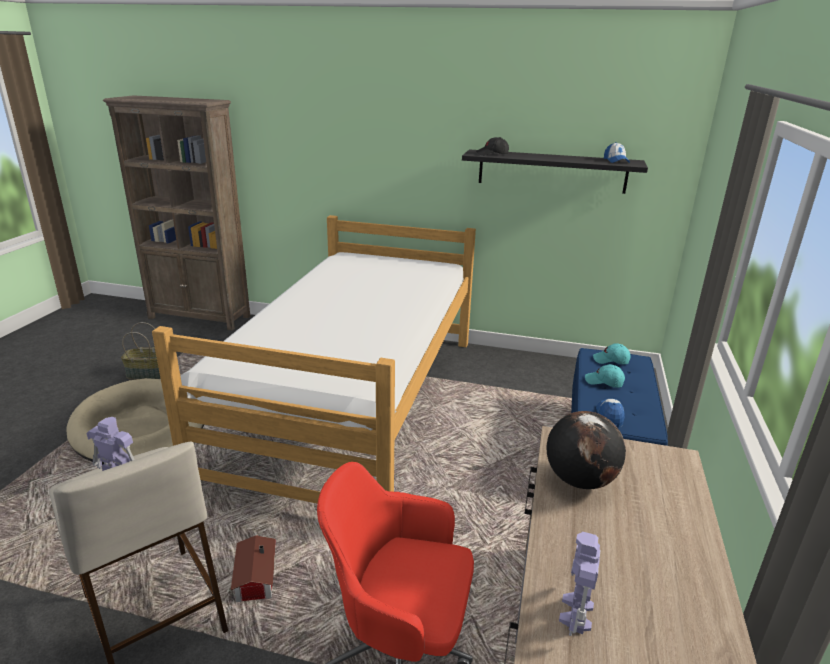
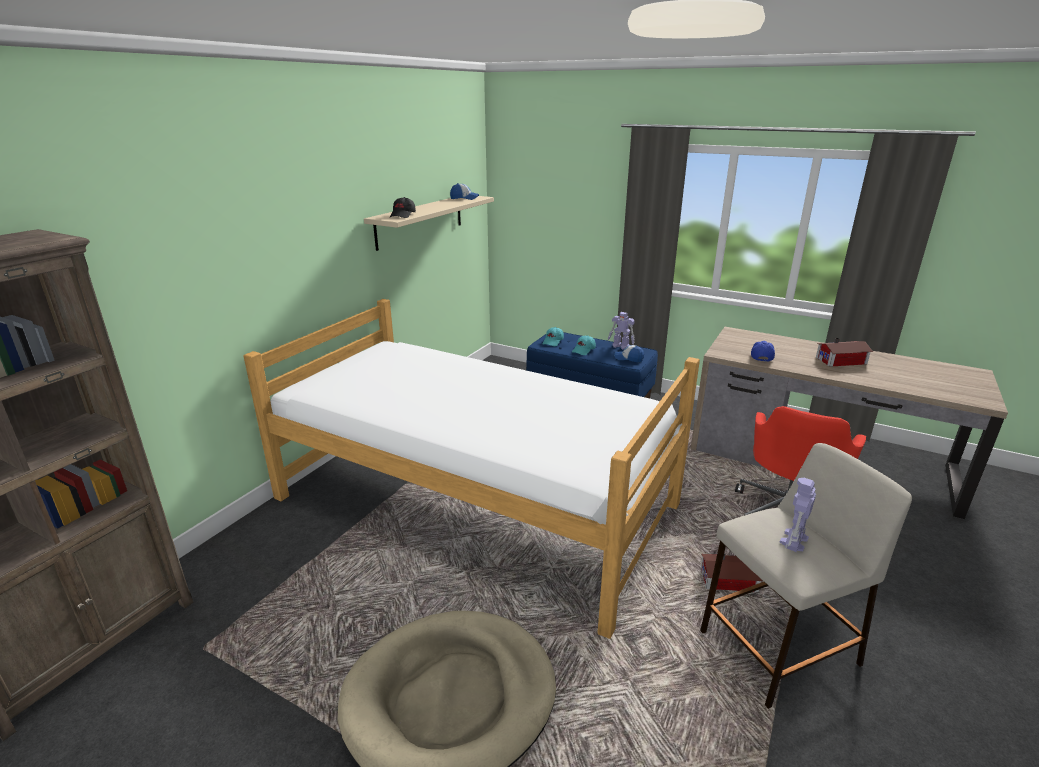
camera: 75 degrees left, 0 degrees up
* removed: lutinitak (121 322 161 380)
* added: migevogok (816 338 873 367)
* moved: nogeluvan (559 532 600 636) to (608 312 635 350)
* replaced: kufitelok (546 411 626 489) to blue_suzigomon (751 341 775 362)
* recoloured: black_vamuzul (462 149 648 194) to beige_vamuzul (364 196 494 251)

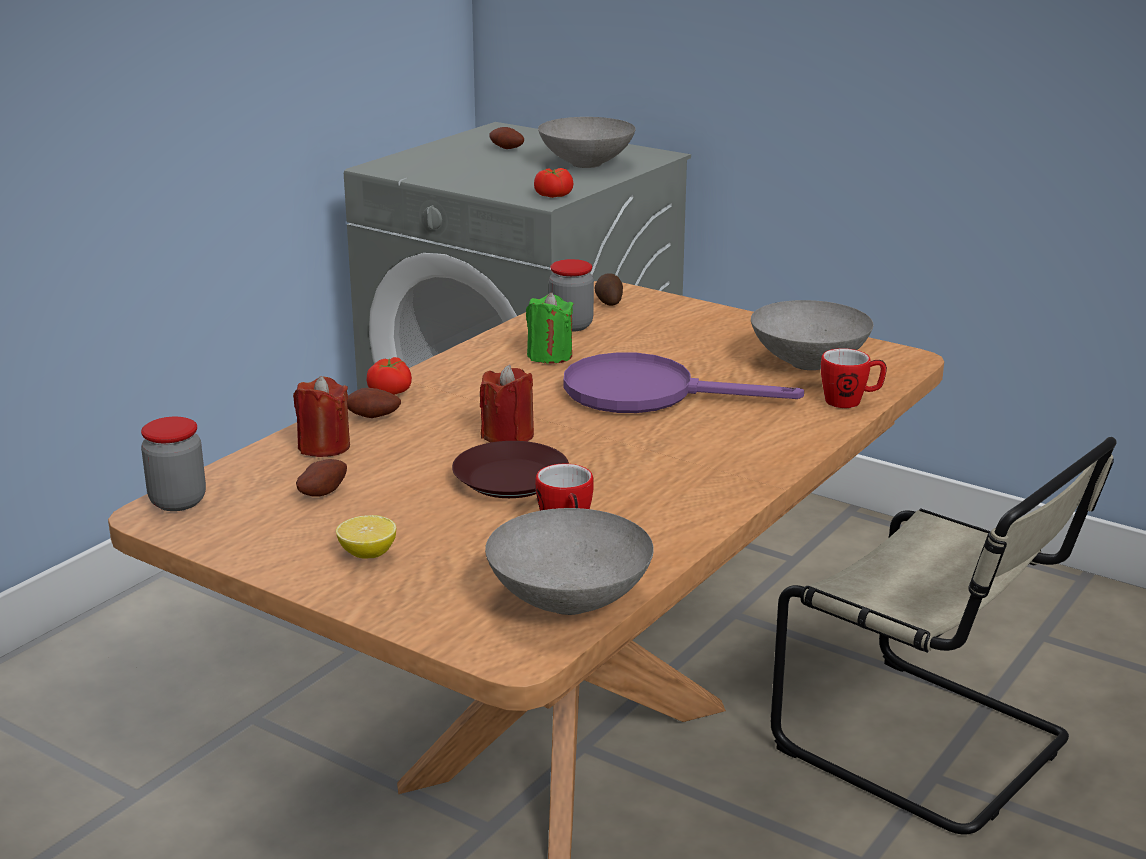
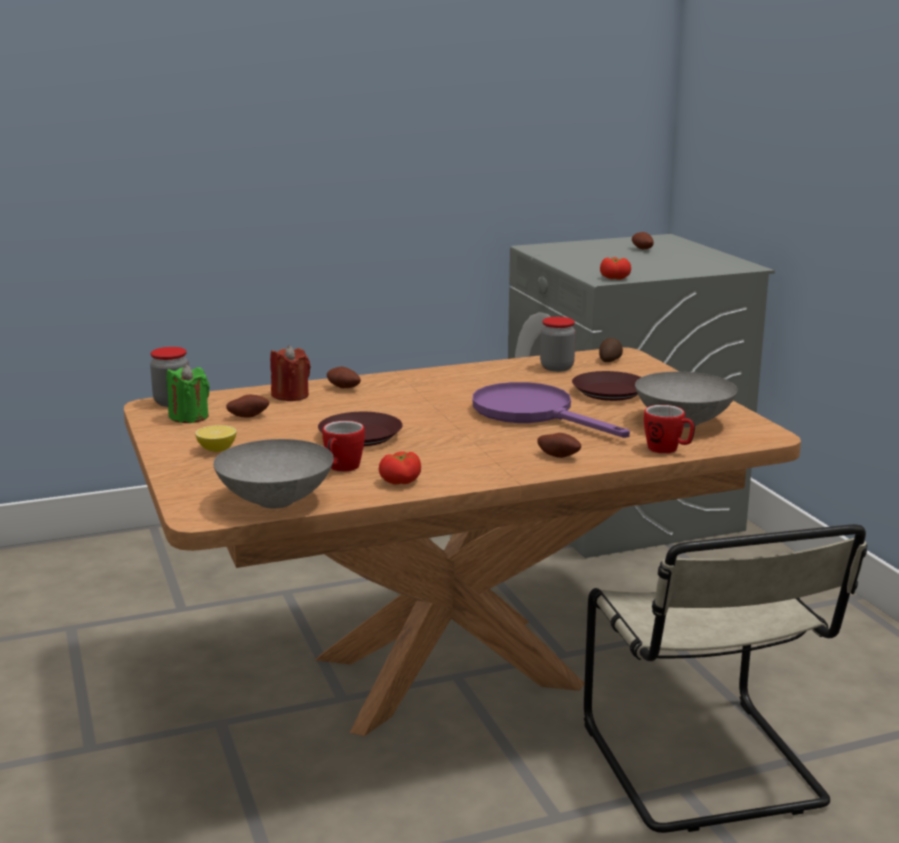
camera: 35 degrees right, 5 degrees down
* removed: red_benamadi (480 364 534 442)
* removed: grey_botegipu (538 117 636 168)
* added: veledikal (537 433 581 458)
* added: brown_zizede (572 371 641 401)
* moved: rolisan (367 357 412 395) to (379 451 421 485)
* moved: green_benamadi (526 293 574 364) to (167 364 210 423)

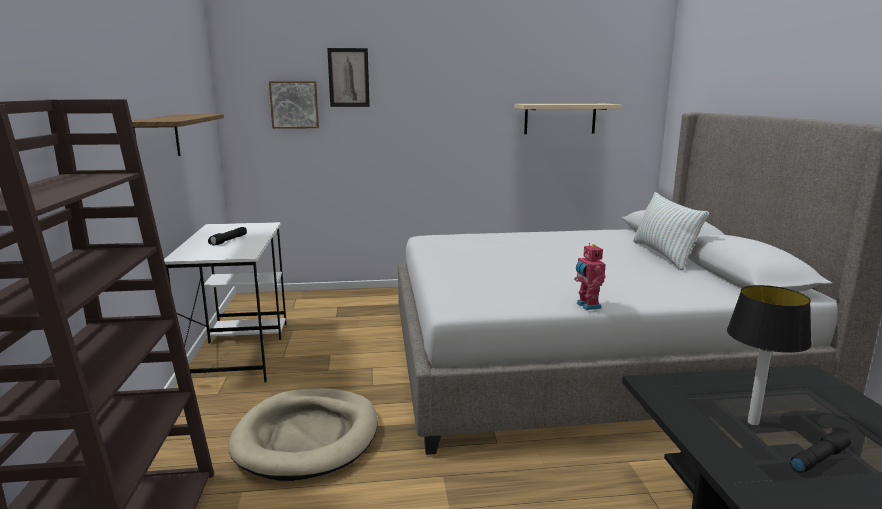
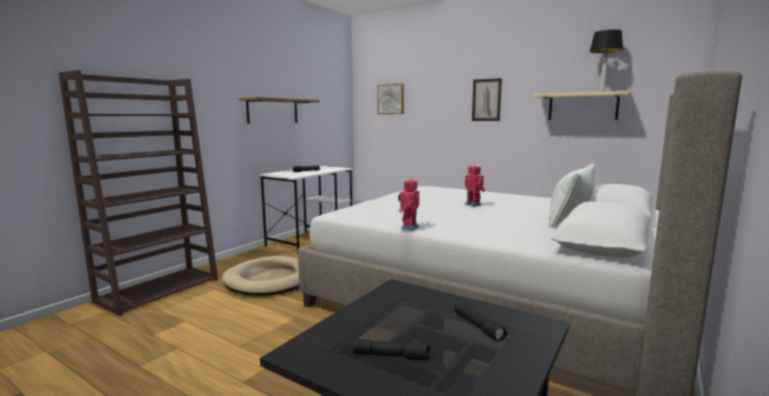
camera: 40 degrees right, 5 degrees down
* added: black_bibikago (454 302 507 341)
* added: nogeluvan (464 165 485 207)
* moved: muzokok (327 48 370 107) to (472 78 502 121)
* moved: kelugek (727 285 812 426) to (589 29 624 91)

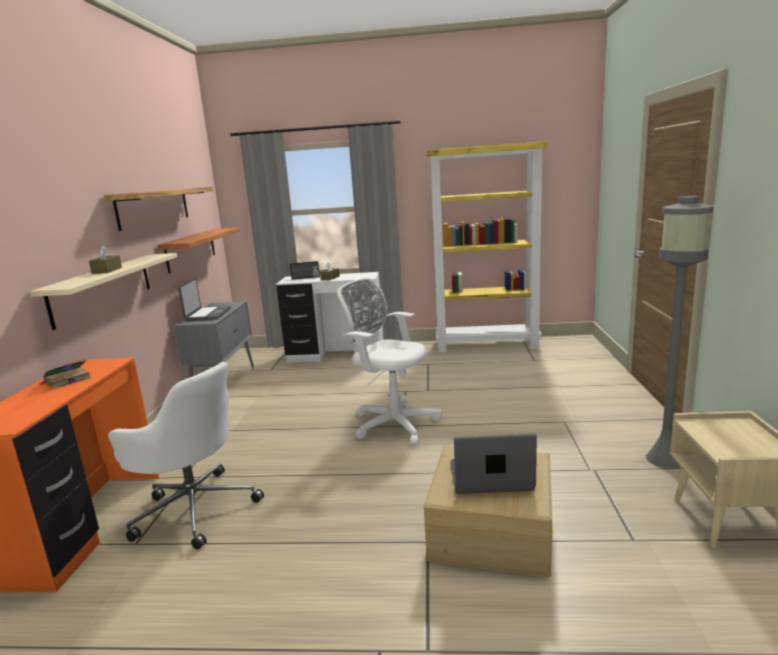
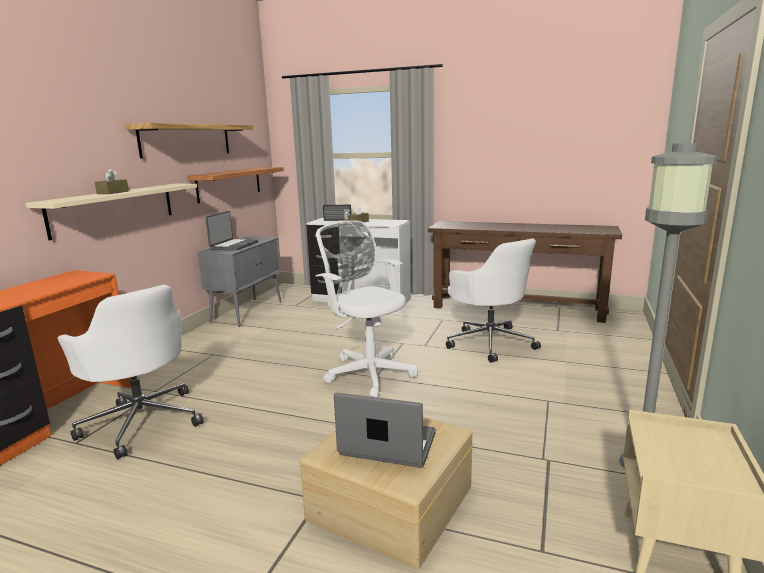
camera: 15 degrees right, 0 degrees up
* removed: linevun (39 359 91 389)
* added: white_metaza (446 238 541 363)
* replaced: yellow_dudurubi (427 142 547 353) to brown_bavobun (428 221 622 323)

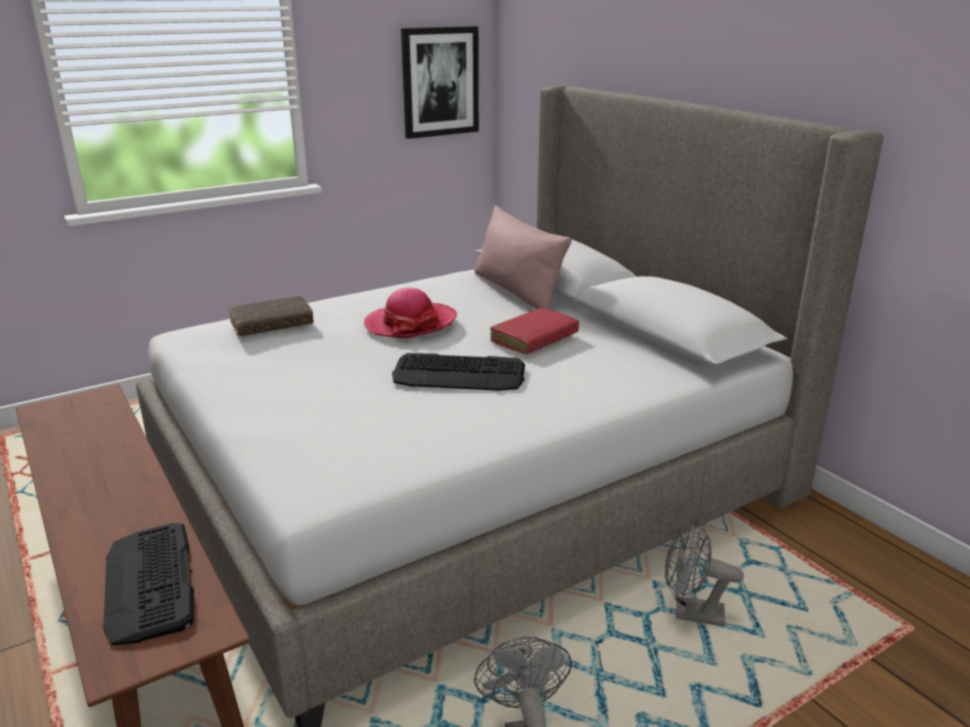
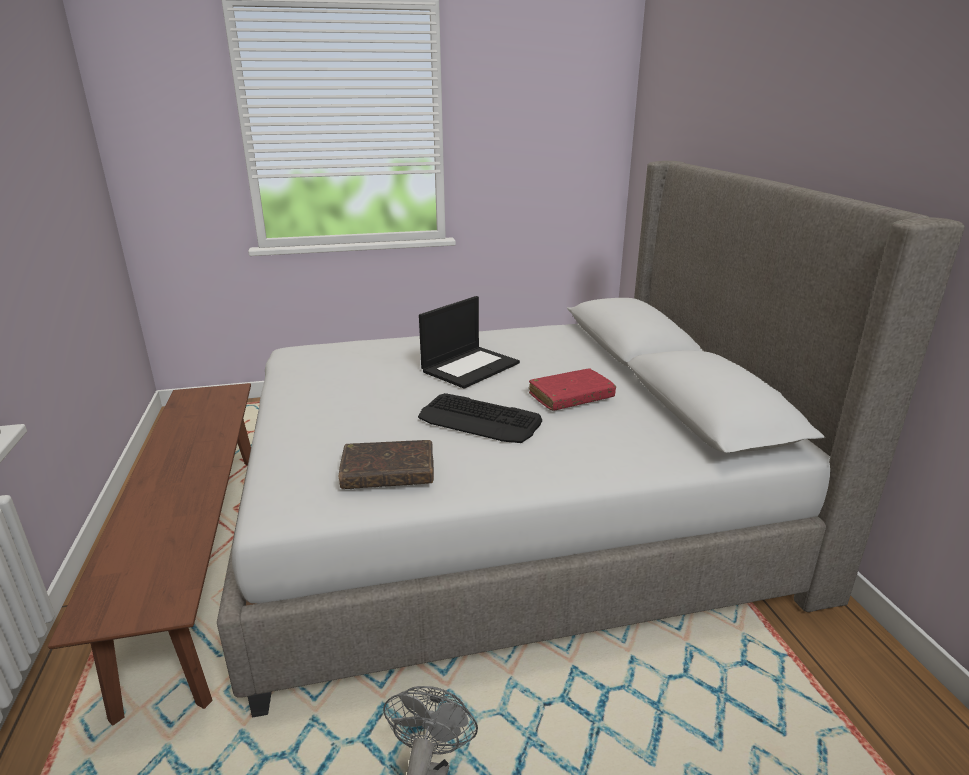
camera: 20 degrees right, 0 degrees up
* removed: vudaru (103 523 194 645)
* removed: muzokok (401 26 479 139)
* removed: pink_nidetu (474 205 572 310)
* removed: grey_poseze (665 520 744 627)
* moved: brown_linevun (228 296 314 336) to (339 440 434 489)
* replaced: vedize (364 288 457 338) to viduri (419 296 520 389)

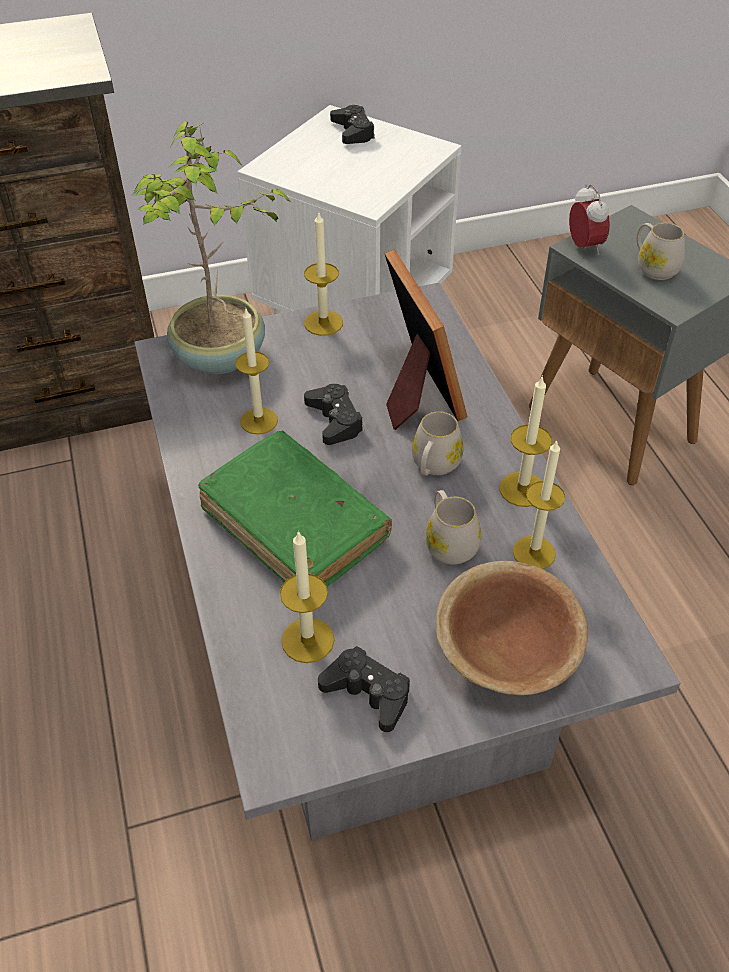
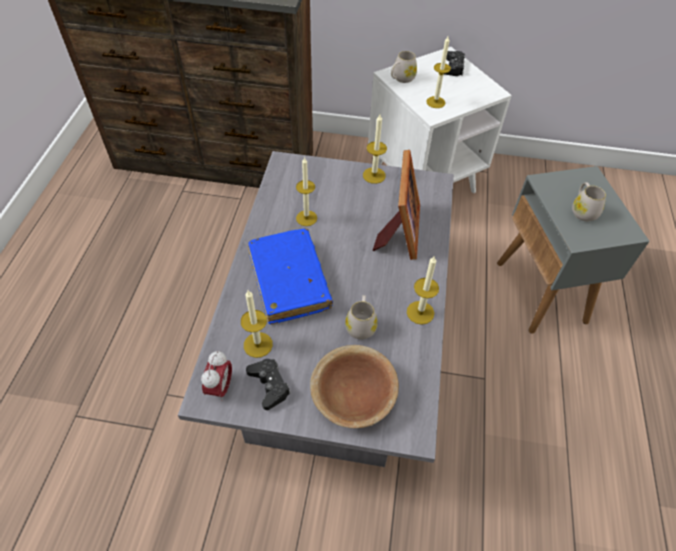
camera: 25 degrees right, 5 degrees up
* removed: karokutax (133 121 292 374)
* removed: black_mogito (304 384 364 445)
* moved: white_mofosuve (412 411 464 476) to (391 51 417 83)
* moved: benamadi (513 440 565 569) to (426 37 451 108)
* moved: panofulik (569 184 610 256) to (201 351 232 401)
* recoloured: green_linevun (198 431 392 587) to blue_linevun (248 229 333 324)

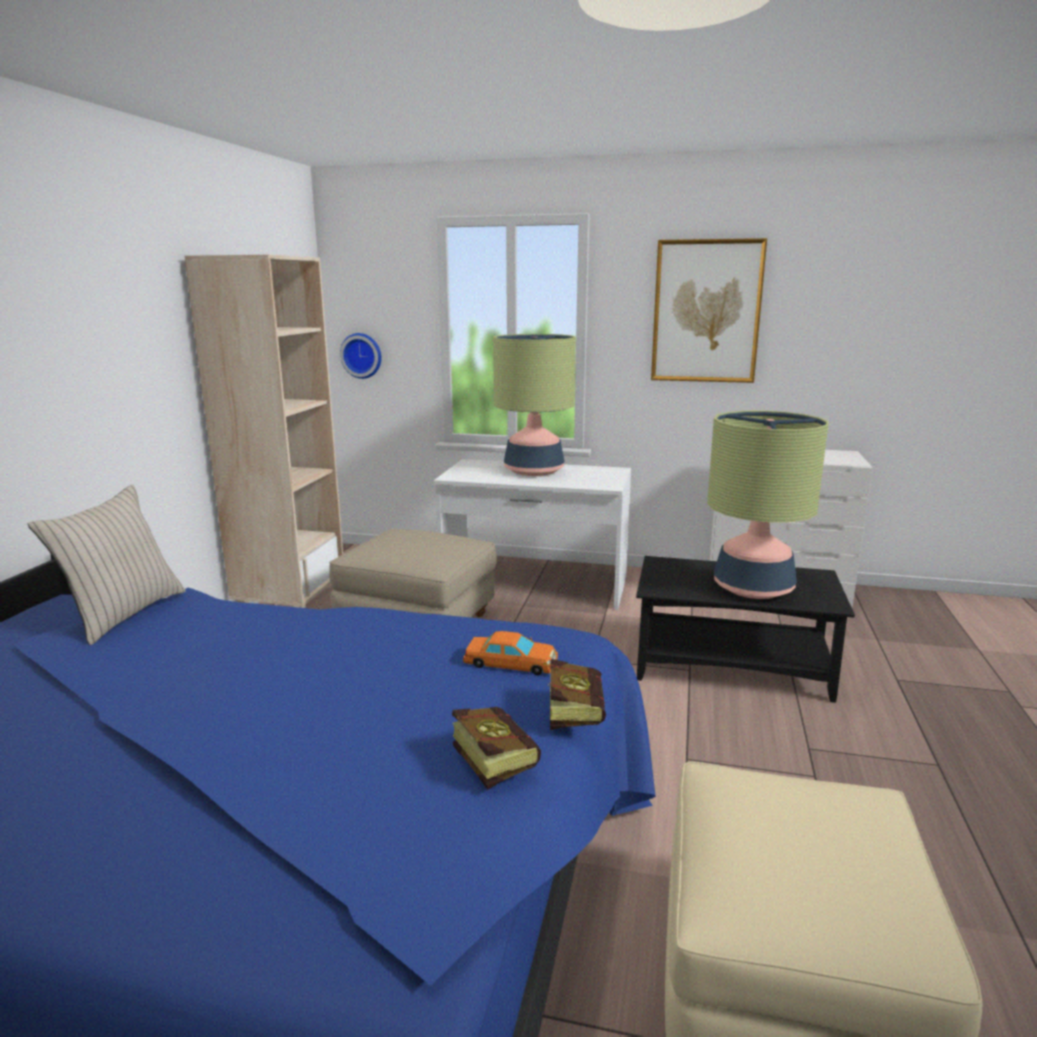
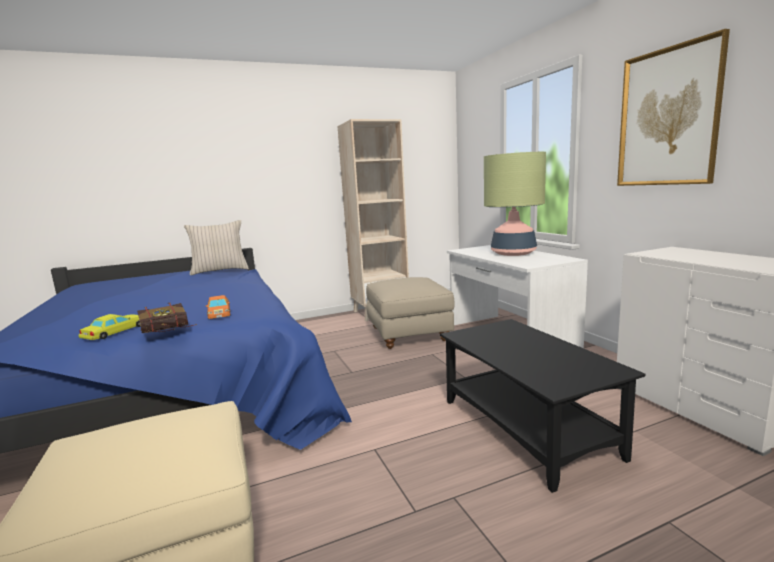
camera: 55 degrees right, 5 degrees down
* removed: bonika (340 333 381 379)
* removed: kelugek (707 411 828 599)
* replaced: linevun (452 707 541 790) to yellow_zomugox (78 314 141 340)

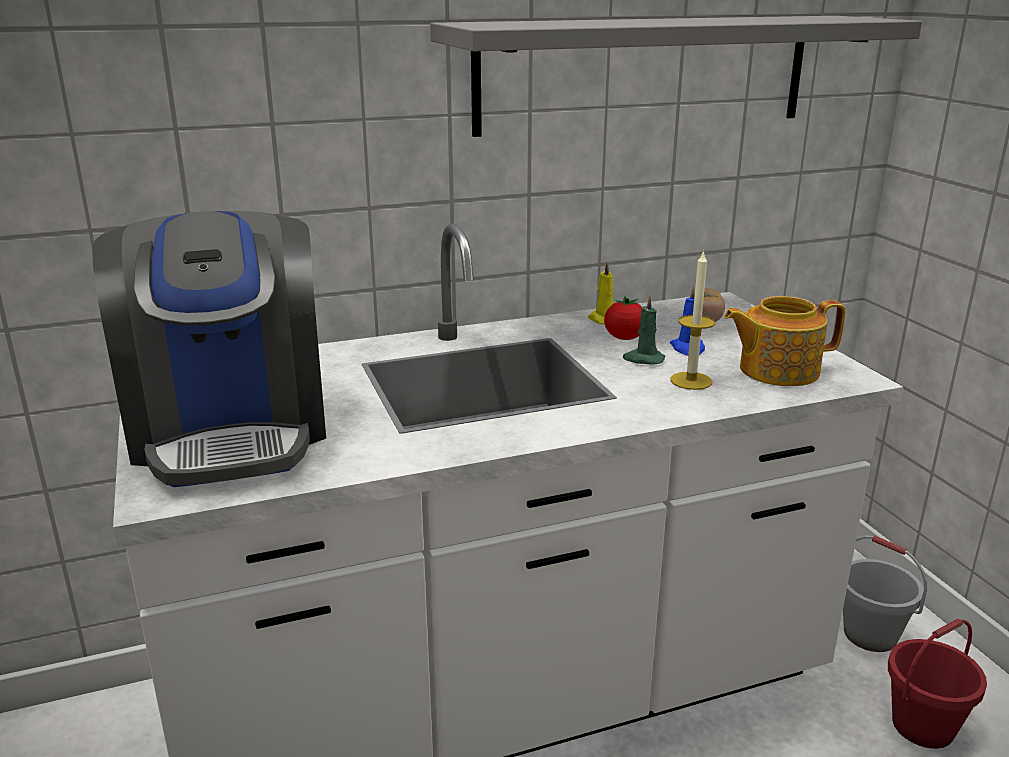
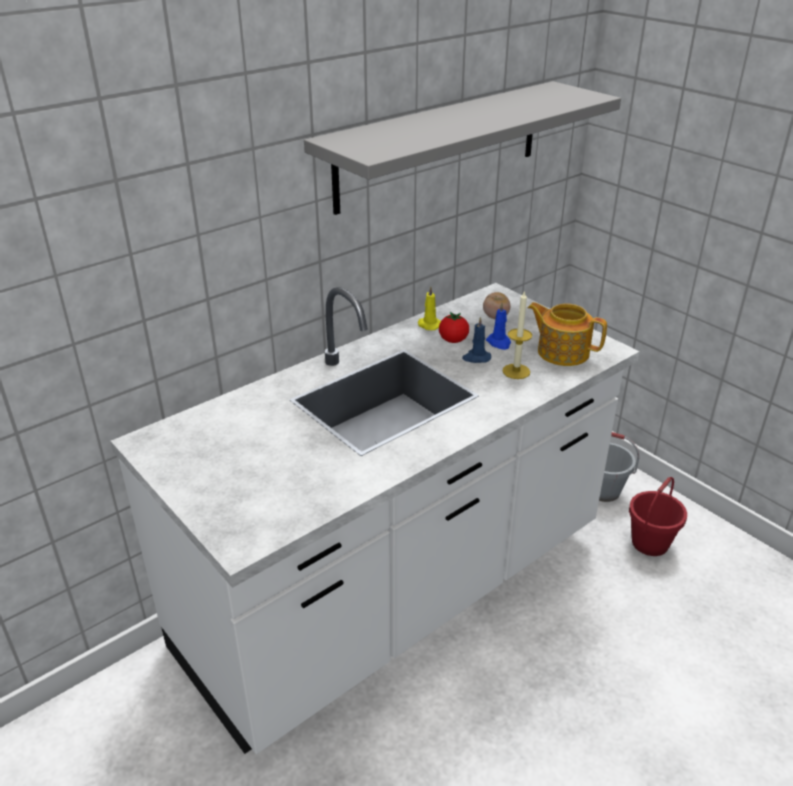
camera: 20 degrees left, 10 degrees up
* removed: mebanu (93 211 326 487)
* recoloured: green_benamadi (623 295 665 365) to blue_benamadi (462 317 491 363)
* turned: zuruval (724 296 846 386) = (527 302 607 366) 60 degrees clockwise

